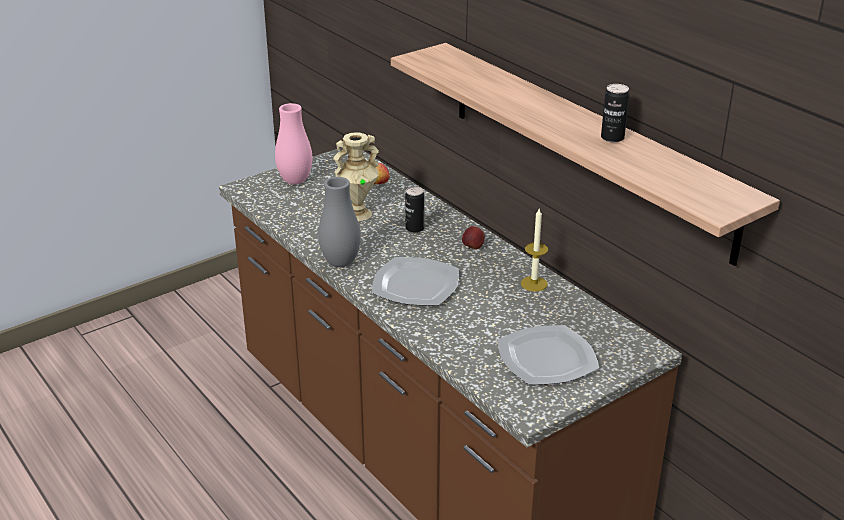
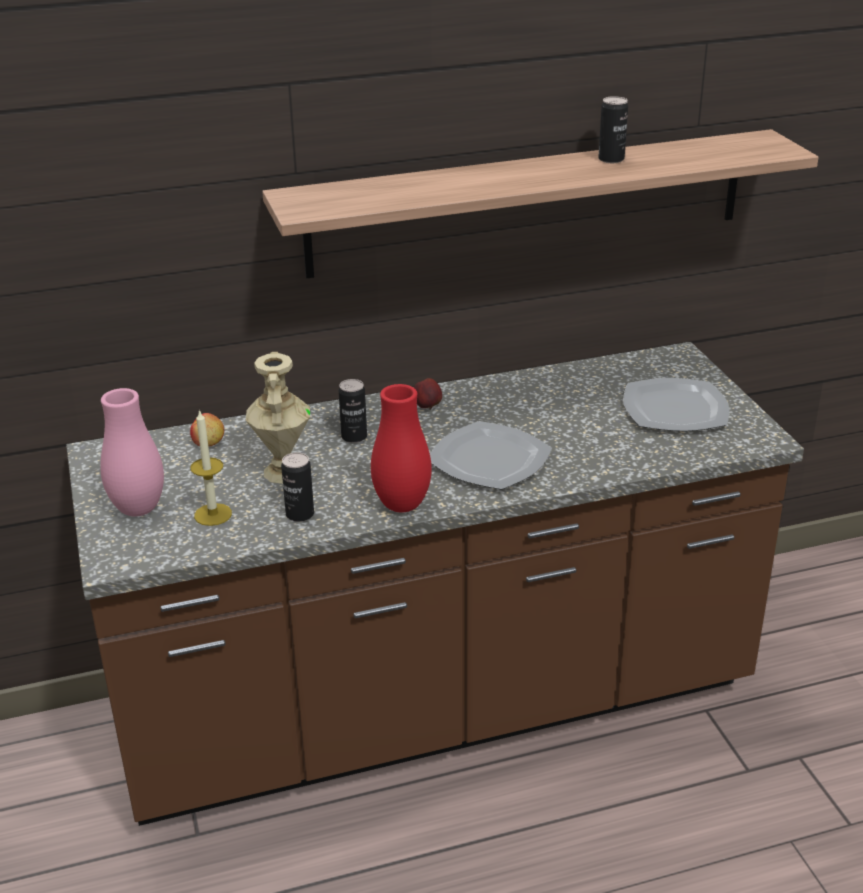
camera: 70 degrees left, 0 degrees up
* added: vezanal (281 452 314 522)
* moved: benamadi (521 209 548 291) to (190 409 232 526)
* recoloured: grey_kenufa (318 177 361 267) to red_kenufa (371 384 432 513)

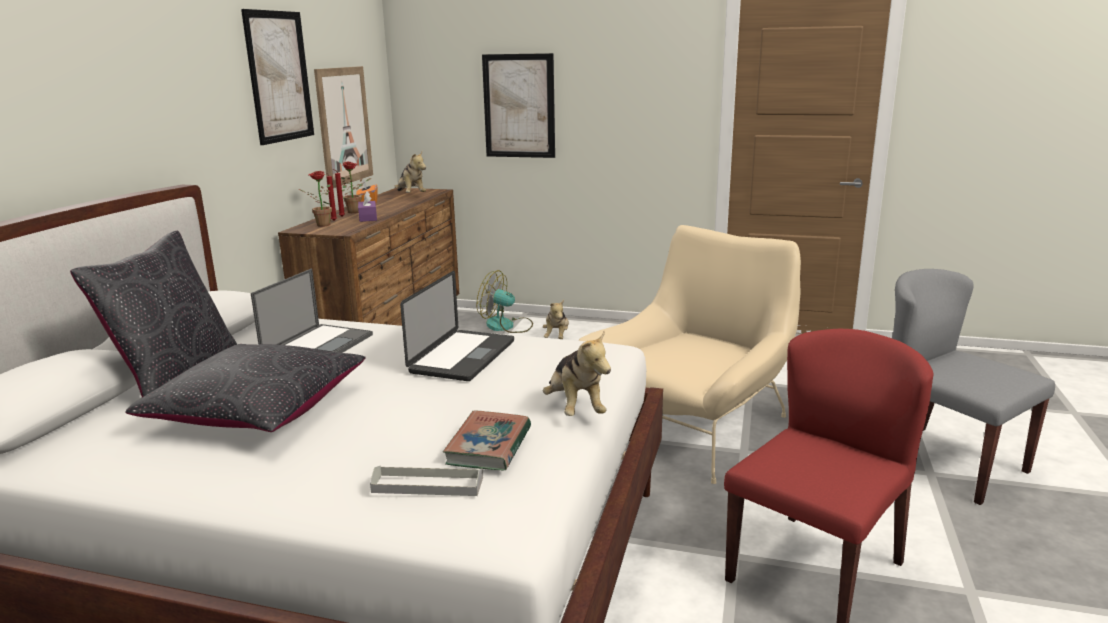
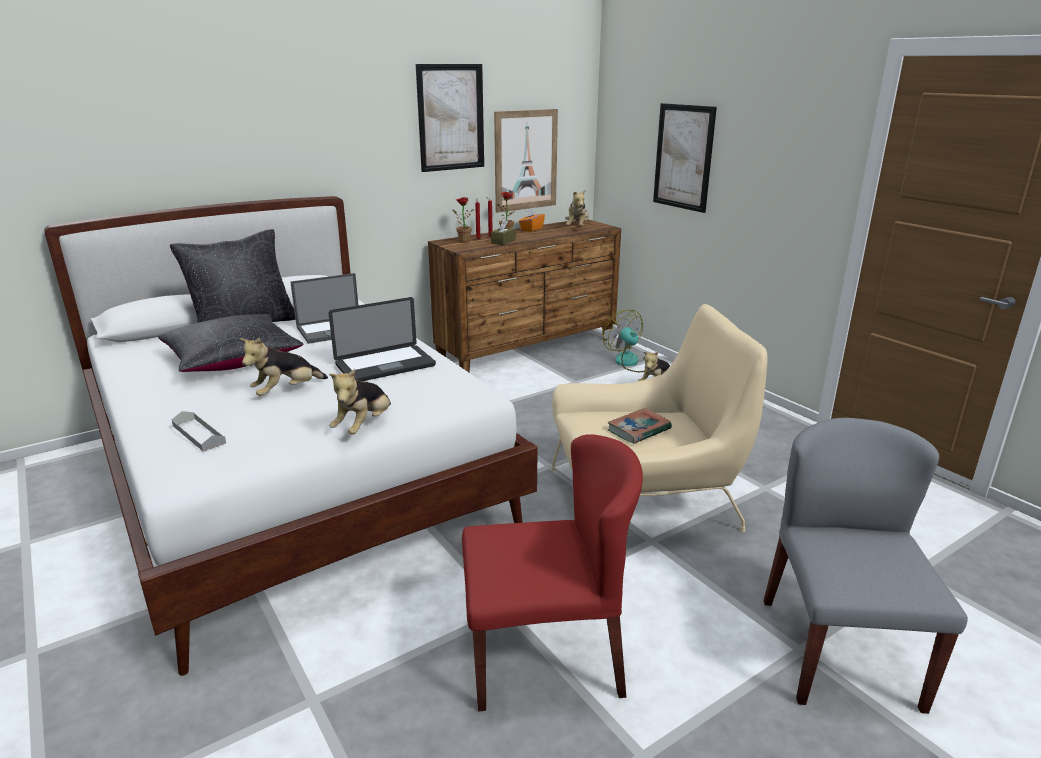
camera: 40 degrees right, 5 degrees up
* added: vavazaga (239 337 328 396)
* moved: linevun (443 410 531 470) to (608 408 672 444)
* recoloured: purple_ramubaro (358 191 377 222) to brown_ramubaro (491 219 516 245)

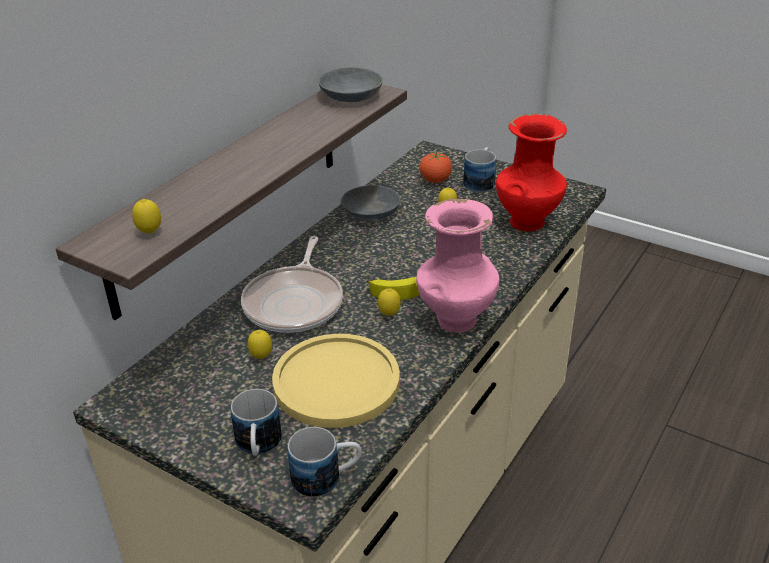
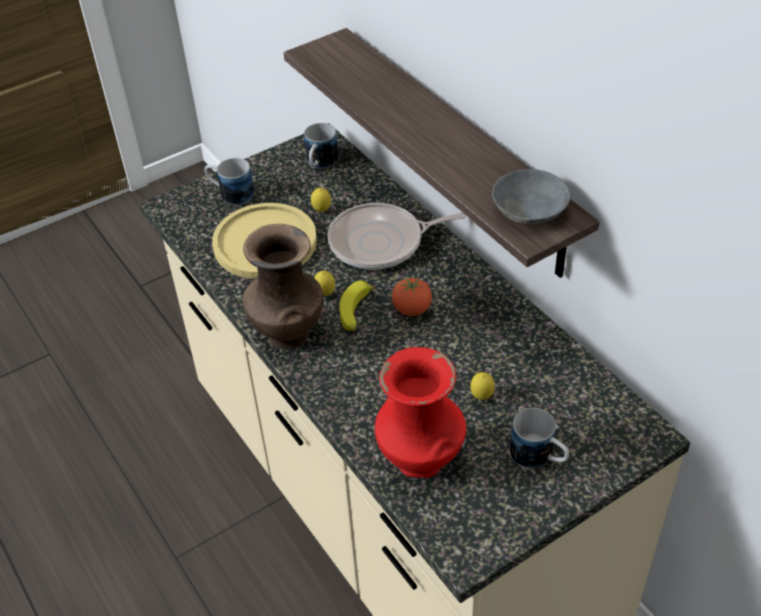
camera: 115 degrees right, 10 degrees up
* removed: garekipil (132 199 161 234)
* removed: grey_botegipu (341 185 401 221)
* moved: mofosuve (287 427 361 497) to (304 123 339 169)
* moved: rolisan (419 152 452 183) to (392 278 432 316)
* recoloured: pink_kenufa (416 199 499 333) to brown_kenufa (242 224 323 350)
* turned: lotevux (241 236 343 333) = (328 203 467 270) 45 degrees counterclockwise

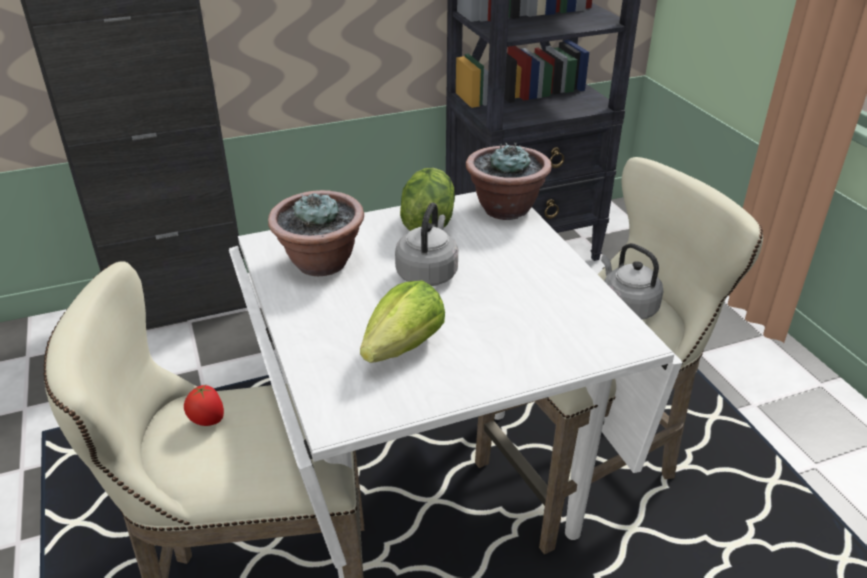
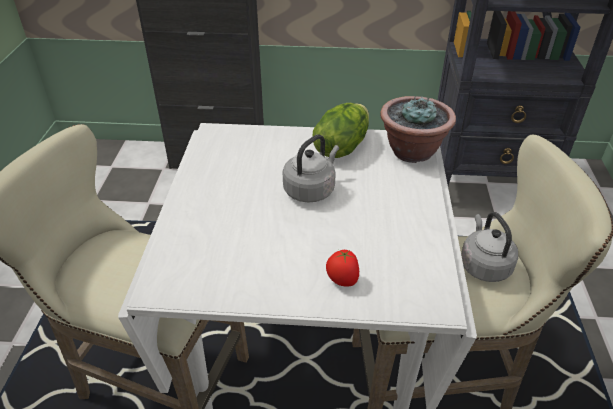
camera: 25 degrees right, 5 degrees up
* removed: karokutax (268 190 364 276)
* removed: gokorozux (360 280 445 363)
* moved: rolisan (184 385 224 426) to (326 250 359 286)

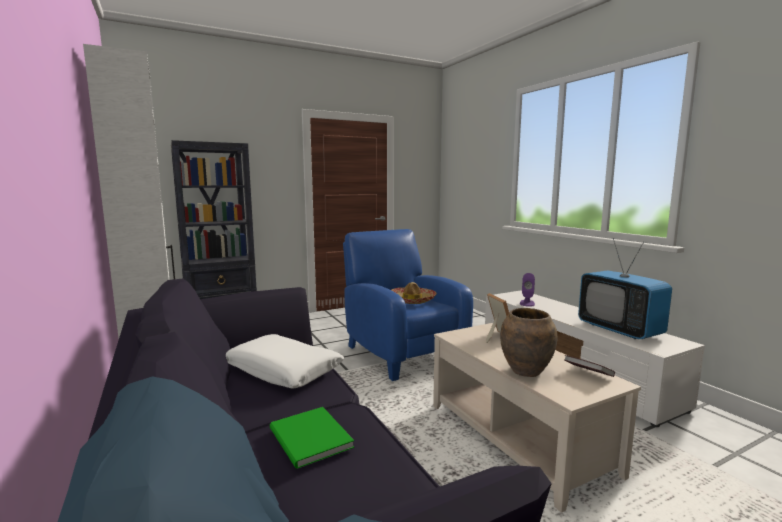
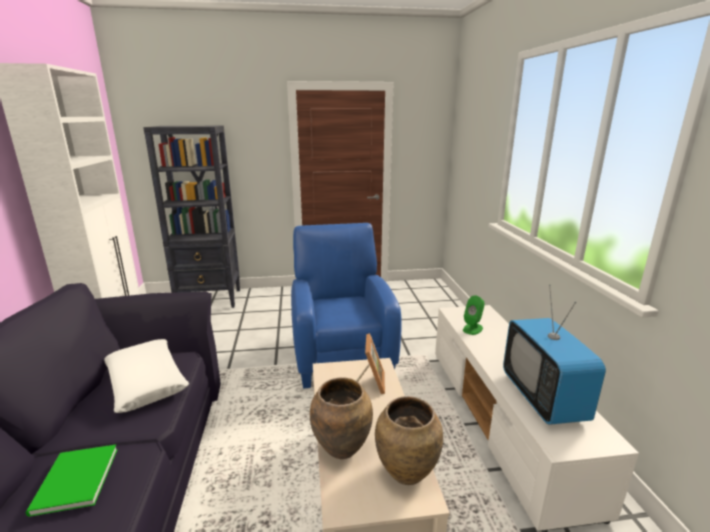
camera: 20 degrees right, 10 degrees up
* removed: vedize (391 282 437 304)
* replaced: linevun (565 355 615 377) to brown_kenufa (375 396 443 485)
* recoloured: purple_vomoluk (520 273 535 307) to green_vomoluk (463 295 484 335)

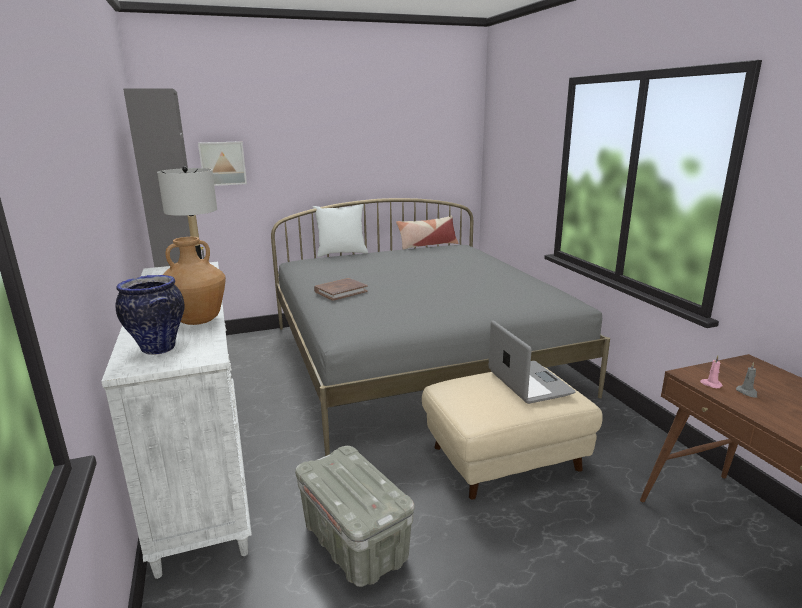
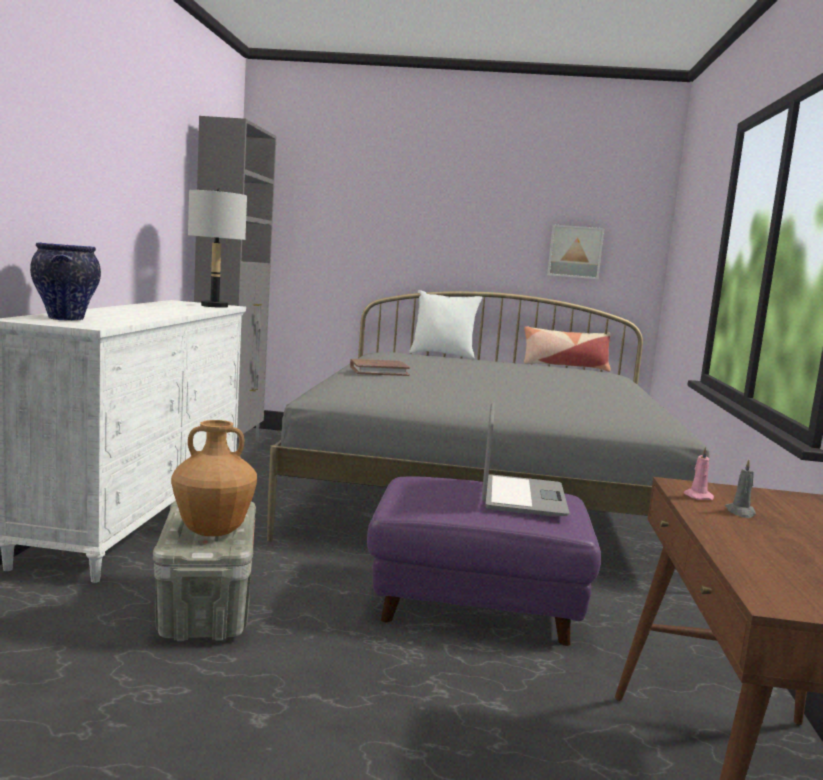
camera: 25 degrees right, 10 degrees down
* moved: brown_kenufa (163 237 226 325) to (171 420 257 536)
* moved: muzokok (198 141 247 186) to (547 224 604 279)
* recoloured: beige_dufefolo (422 366 603 499) to purple_dufefolo (367 477 601 646)

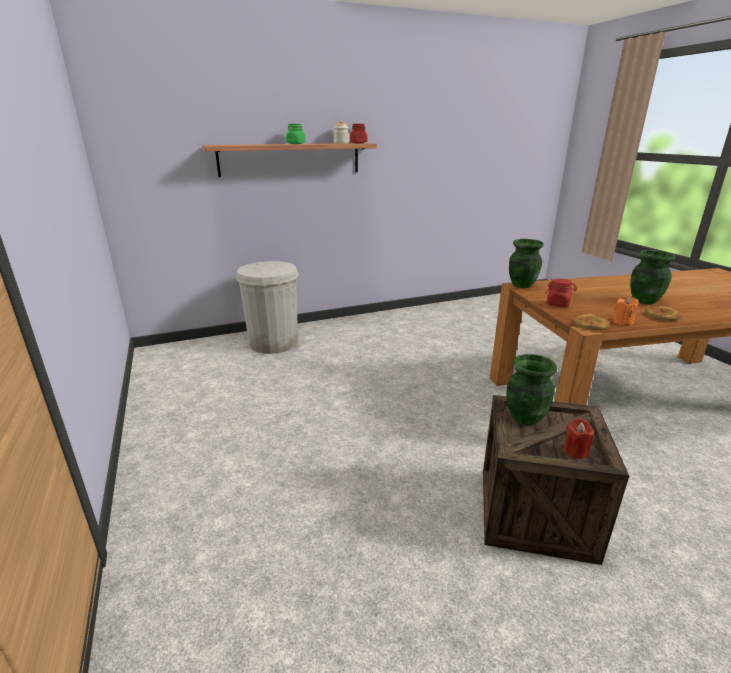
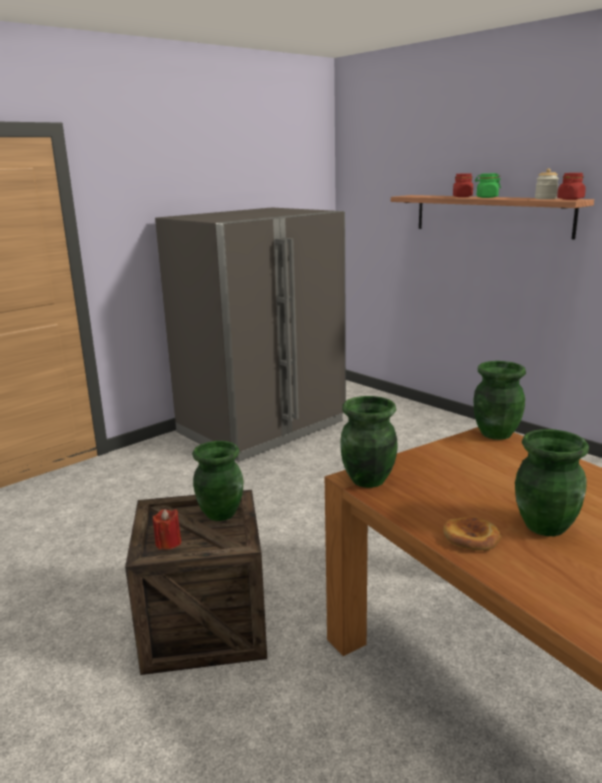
camera: 70 degrees right, 5 degrees down
* removed: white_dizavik (236 261 299 354)
* removed: orange_benamadi (613 297 639 326)
* added: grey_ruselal (155 208 346 462)
* moved: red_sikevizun (545 278 577 307) to (453 173 473 197)
* replaced: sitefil (573 314 610 330) to green_kenufa (340 396 398 488)

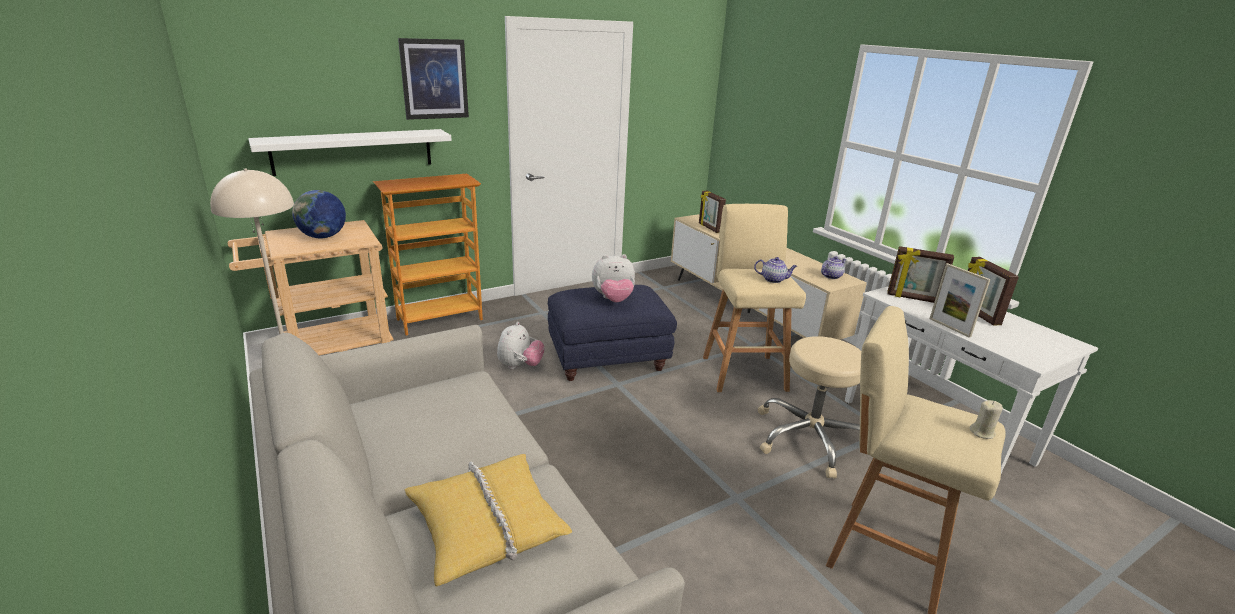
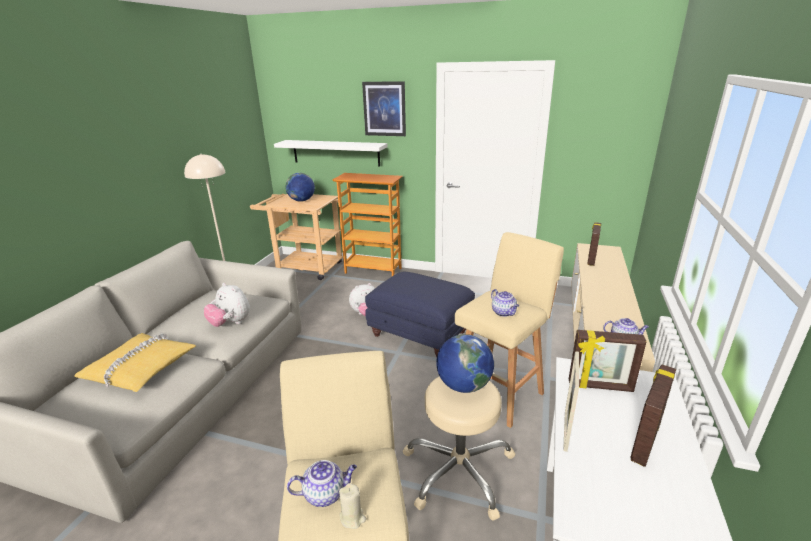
camera: 50 degrees right, 0 degrees up
* added: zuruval (287 460 357 507)
* added: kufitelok (436 334 494 393)
* moved: vavazaga (592 254 635 302) to (204 283 250 327)
* turned: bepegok (887 246 954 303) = (569 330 647 392) 60 degrees counterclockwise

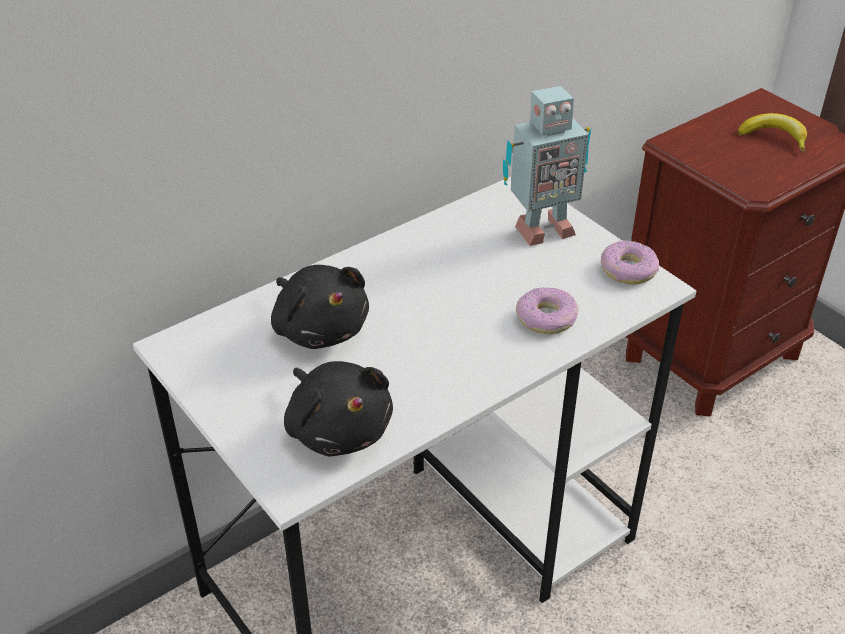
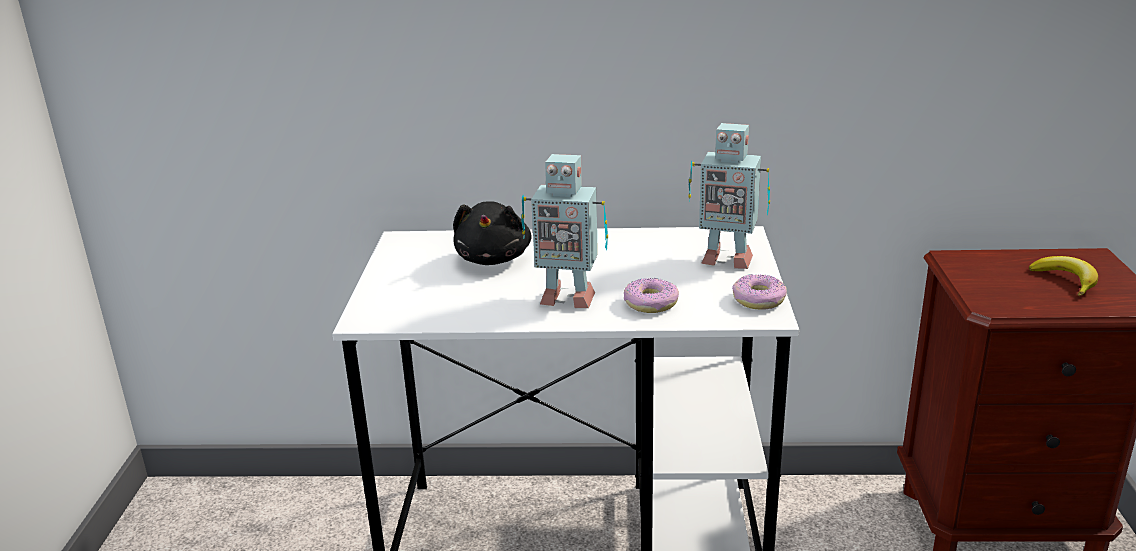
camera: 40 degrees right, 15 degrees down
* removed: black_vavazaga (284 361 393 456)
* added: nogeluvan (521 154 608 308)

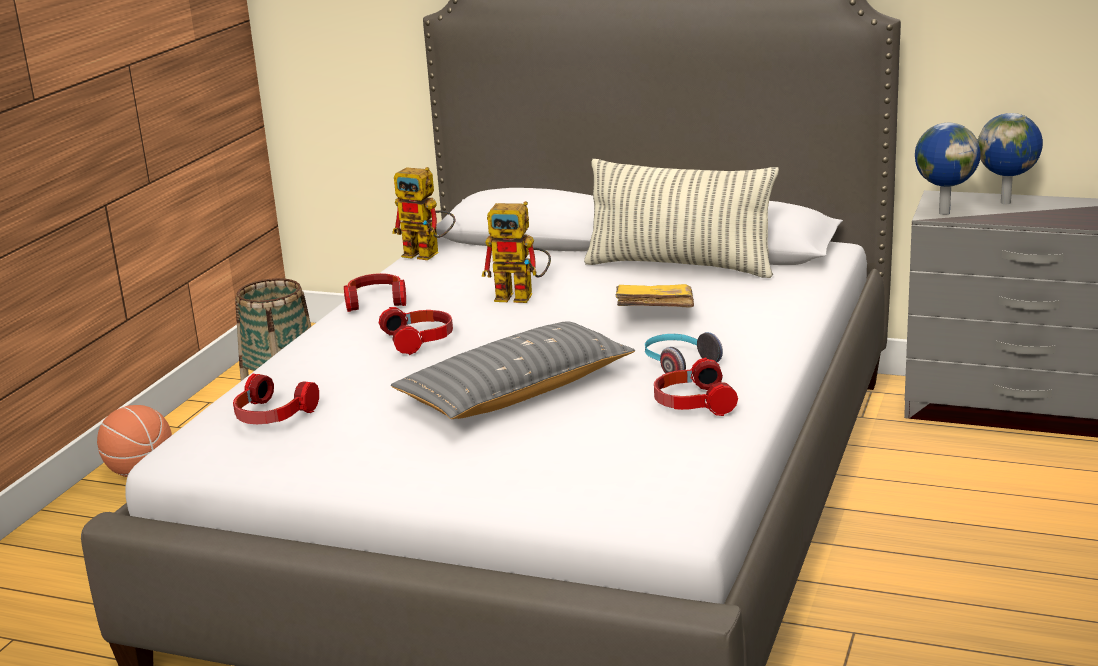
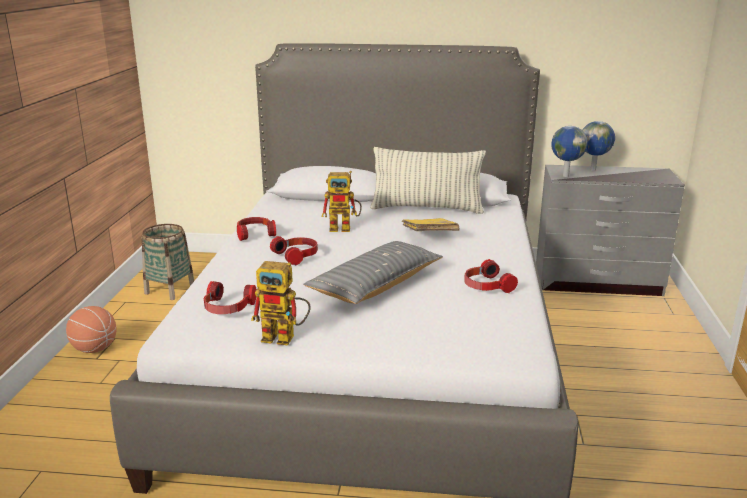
camera: 15 degrees left, 0 degrees up
* removed: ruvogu (645 332 723 374)
* moved: nogeluvan (392 167 455 260) to (251 261 311 345)

